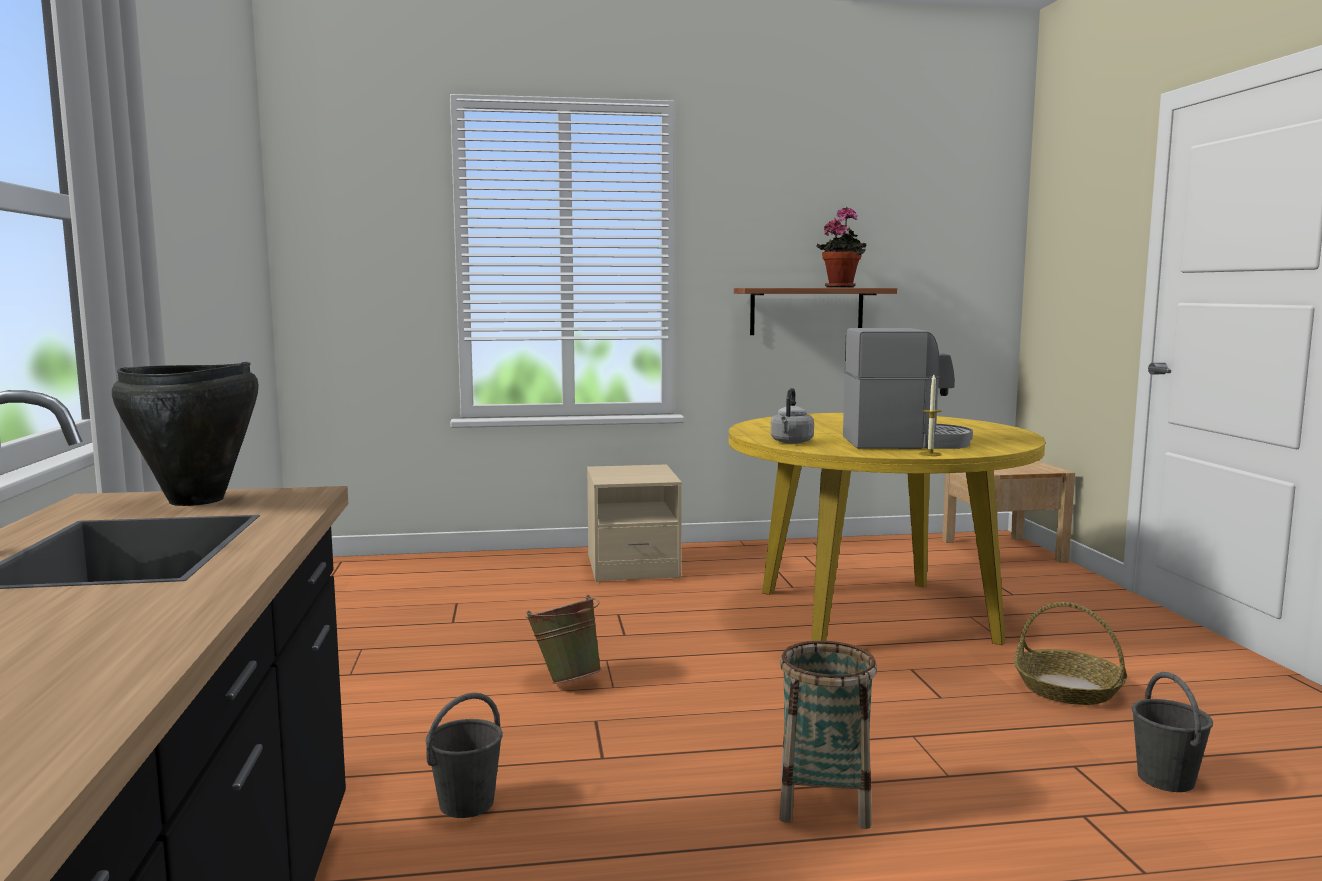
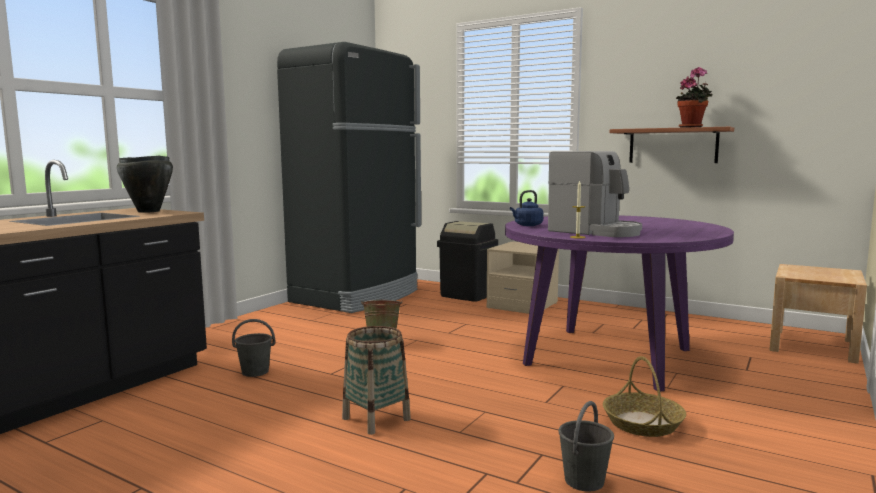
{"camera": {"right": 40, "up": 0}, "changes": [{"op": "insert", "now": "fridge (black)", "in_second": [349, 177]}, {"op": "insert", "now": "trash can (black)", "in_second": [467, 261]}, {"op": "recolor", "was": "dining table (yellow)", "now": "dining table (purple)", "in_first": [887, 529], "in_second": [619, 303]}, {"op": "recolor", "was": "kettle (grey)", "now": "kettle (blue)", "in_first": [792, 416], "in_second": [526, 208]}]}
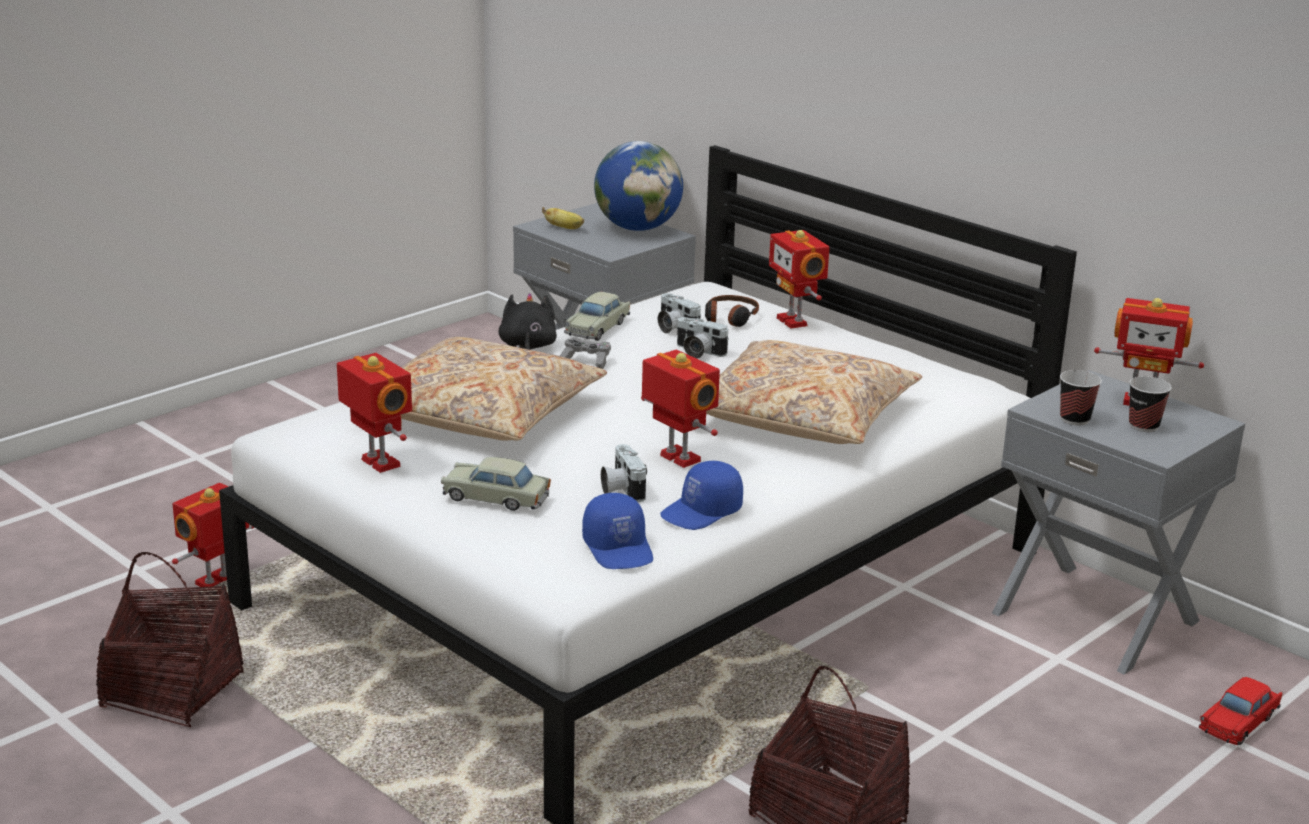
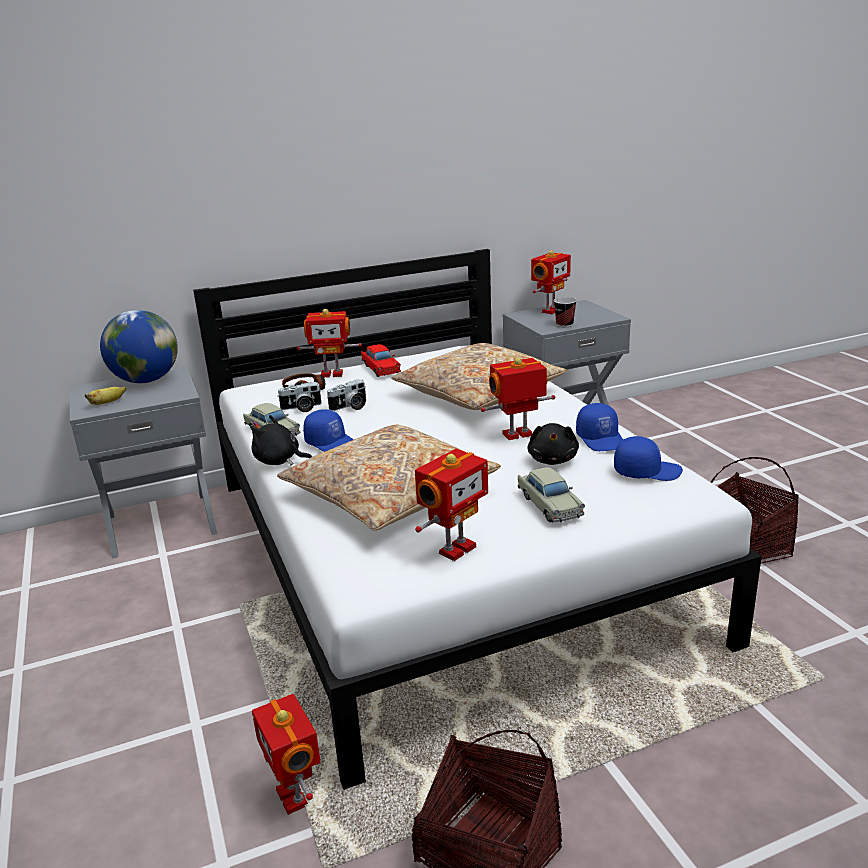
{"camera": {"right": -65, "up": 0}, "changes": [{"op": "replace", "was": "game controller (grey)", "now": "cap (blue)", "in_first": [585, 353], "in_second": [328, 430]}, {"op": "move", "was": "toy car (red)", "in_first": [1240, 711], "in_second": [381, 360]}, {"op": "rotate", "was": "toy robot", "in_first": [374, 413], "in_second": [451, 505], "clockwise": 150}, {"op": "rotate", "was": "toy car (beige)", "in_first": [496, 484], "in_second": [551, 495], "clockwise": -60}, {"op": "replace", "was": "photo camera", "now": "plush toy (black)", "in_first": [624, 473], "in_second": [553, 444]}, {"op": "delete", "was": "cup", "in_first": [1150, 404]}]}
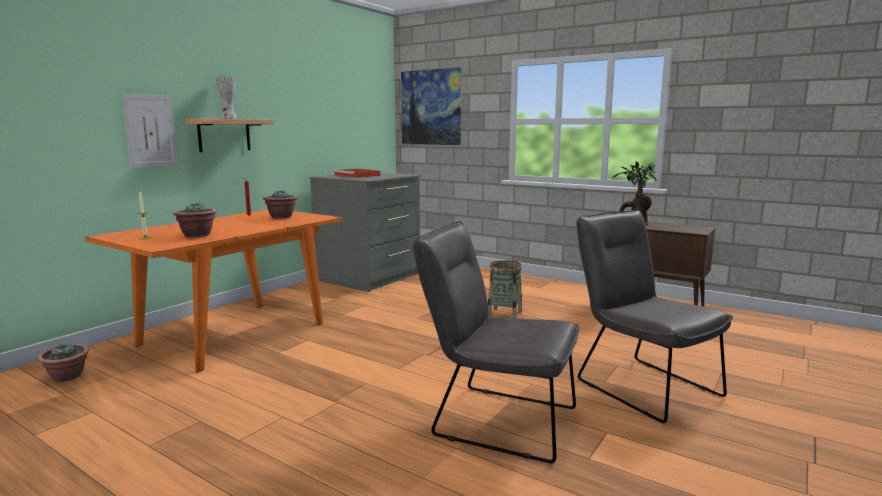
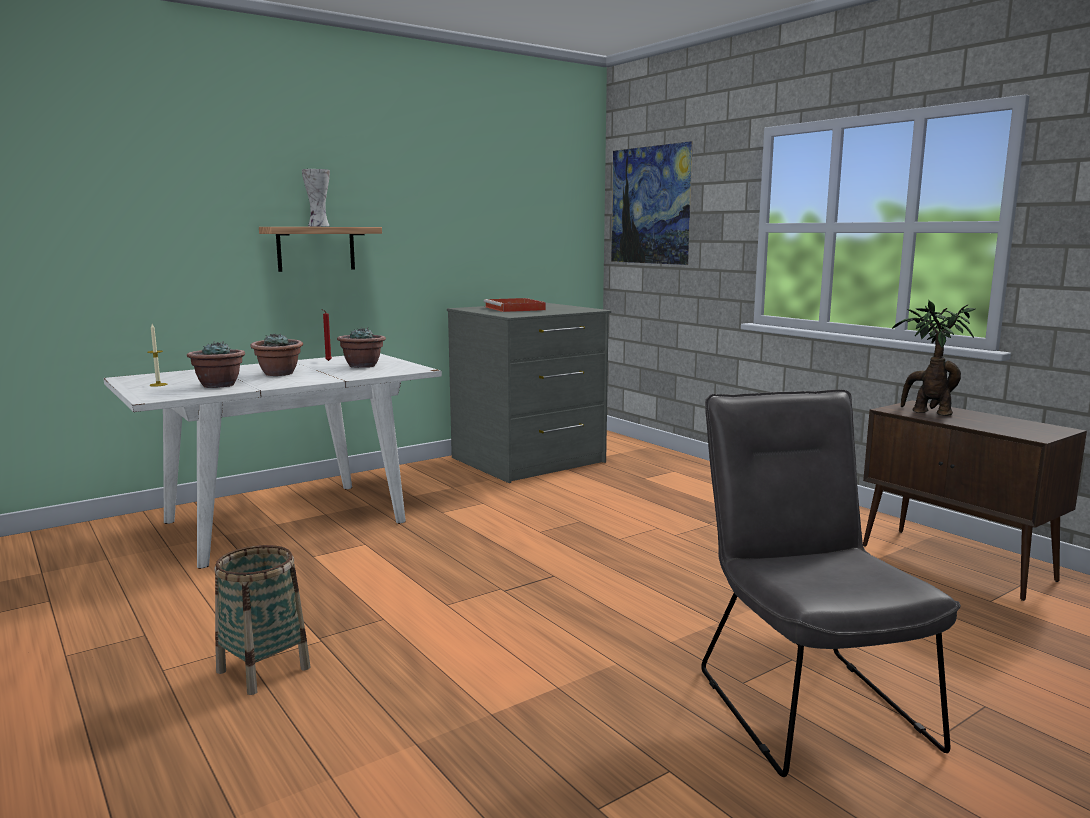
{"camera": {"right": 20, "up": 0}, "changes": [{"op": "recolor", "was": "dining table (orange)", "now": "dining table (white)", "in_first": [213, 291], "in_second": [272, 461]}, {"op": "move", "was": "basket", "in_first": [505, 289], "in_second": [263, 620]}, {"op": "move", "was": "potted plant", "in_first": [63, 362], "in_second": [276, 354]}, {"op": "delete", "was": "picture", "in_first": [150, 131]}, {"op": "delete", "was": "chair (grey)", "in_first": [496, 342]}]}
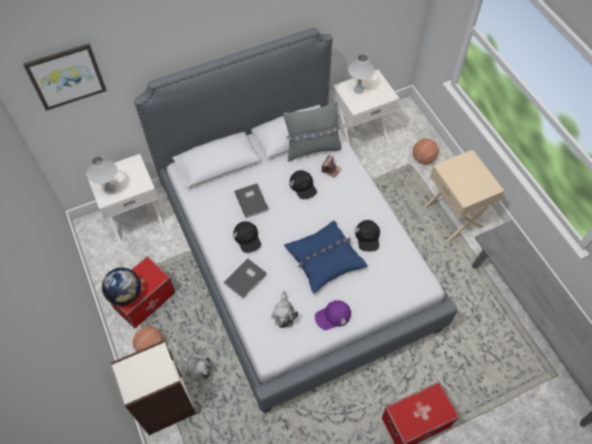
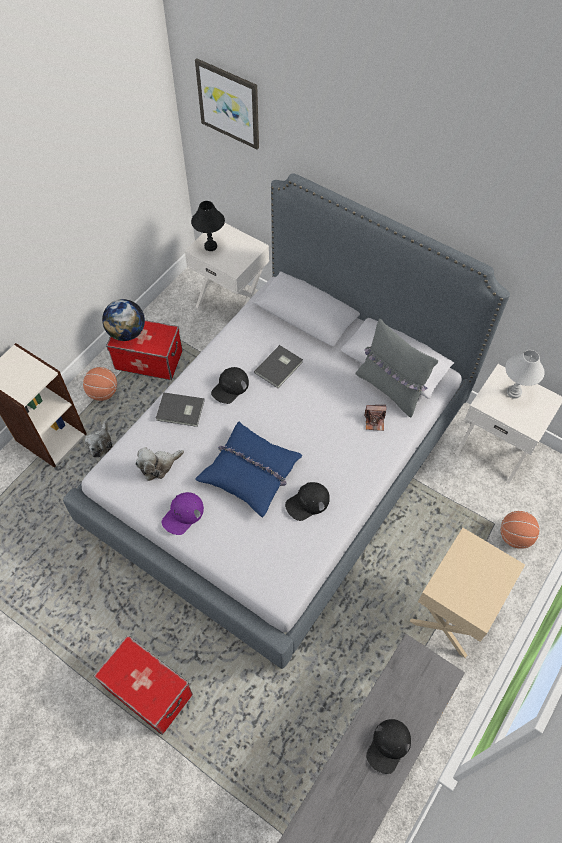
{"camera": {"right": 60, "up": 0}, "changes": [{"op": "rotate", "was": "cap (purple)", "in_first": [333, 315], "in_second": [183, 513], "clockwise": -90}, {"op": "recolor", "was": "table lamp (white)", "now": "table lamp (black)", "in_first": [102, 175], "in_second": [208, 226]}, {"op": "move", "was": "cap (black)", "in_first": [303, 184], "in_second": [388, 746]}]}
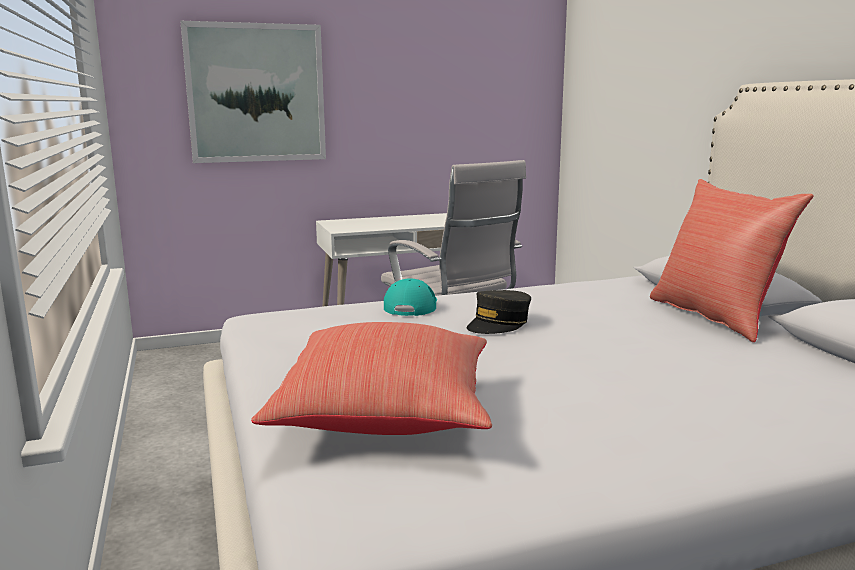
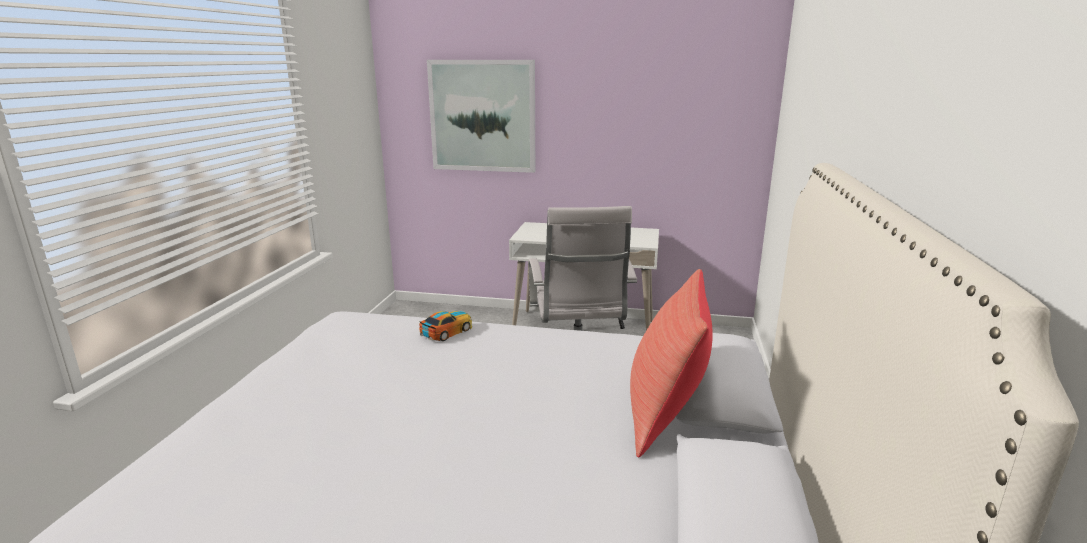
{"camera": {"right": 30, "up": 5}, "changes": [{"op": "replace", "was": "cap (turquoise)", "now": "toy car", "in_first": [410, 297], "in_second": [445, 326]}, {"op": "delete", "was": "pillow (red)", "in_first": [371, 378]}, {"op": "delete", "was": "cap (grey)", "in_first": [499, 312]}]}
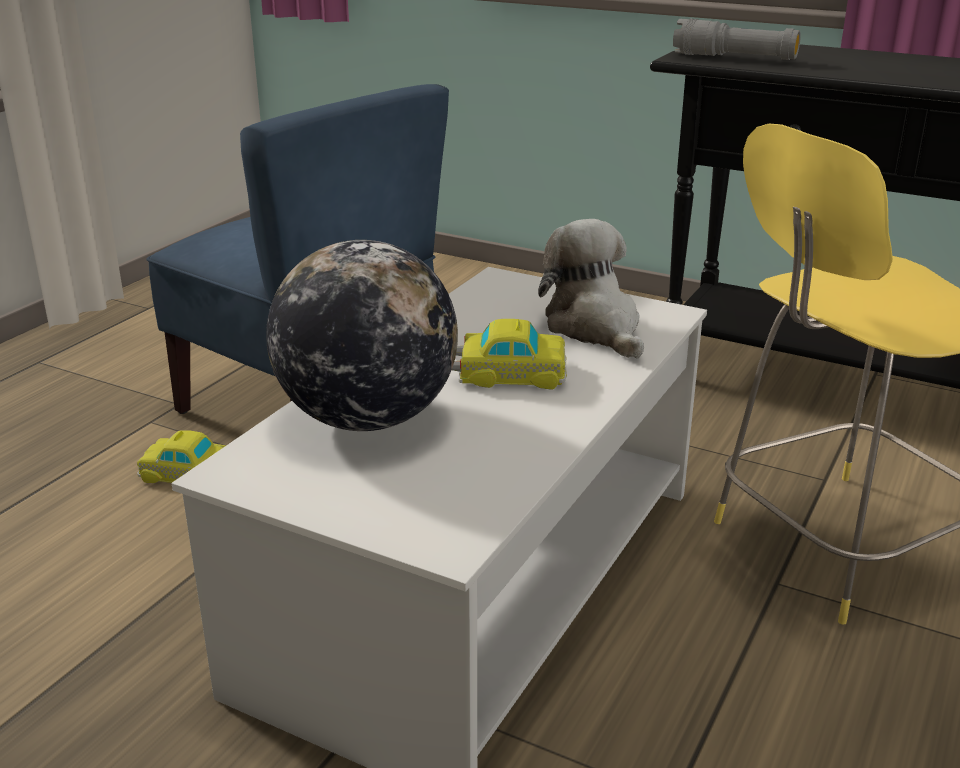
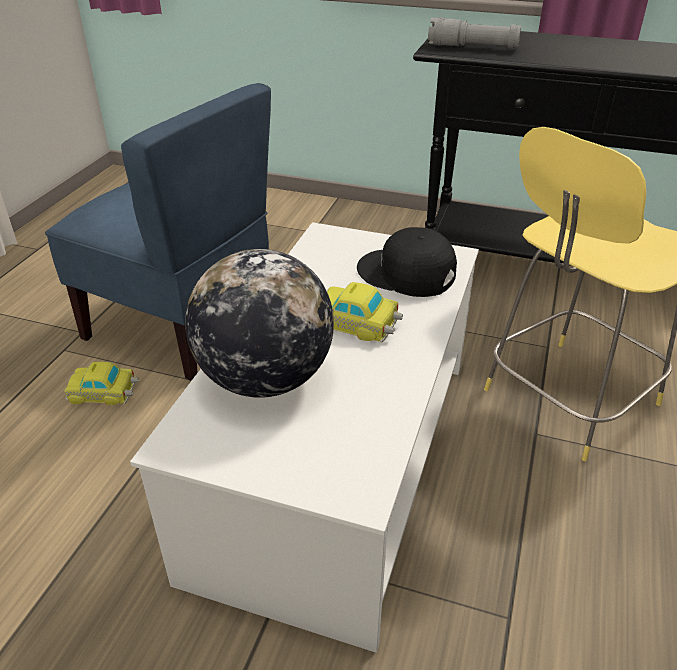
{"camera": {"right": -10, "up": 10}, "changes": [{"op": "rotate", "was": "toy car", "in_first": [509, 354], "in_second": [365, 312], "clockwise": -150}, {"op": "replace", "was": "plush toy", "now": "cap (black)", "in_first": [591, 289], "in_second": [407, 262]}]}
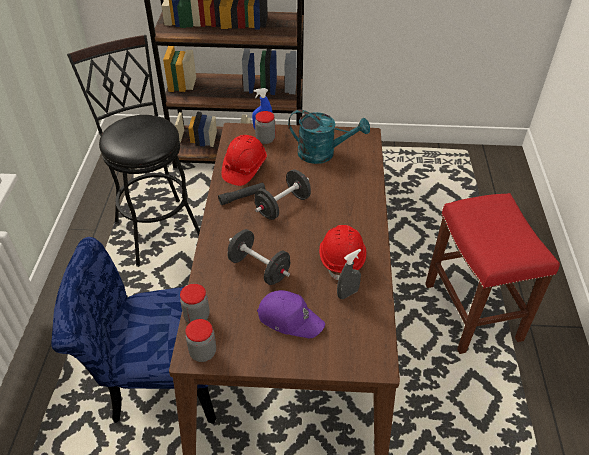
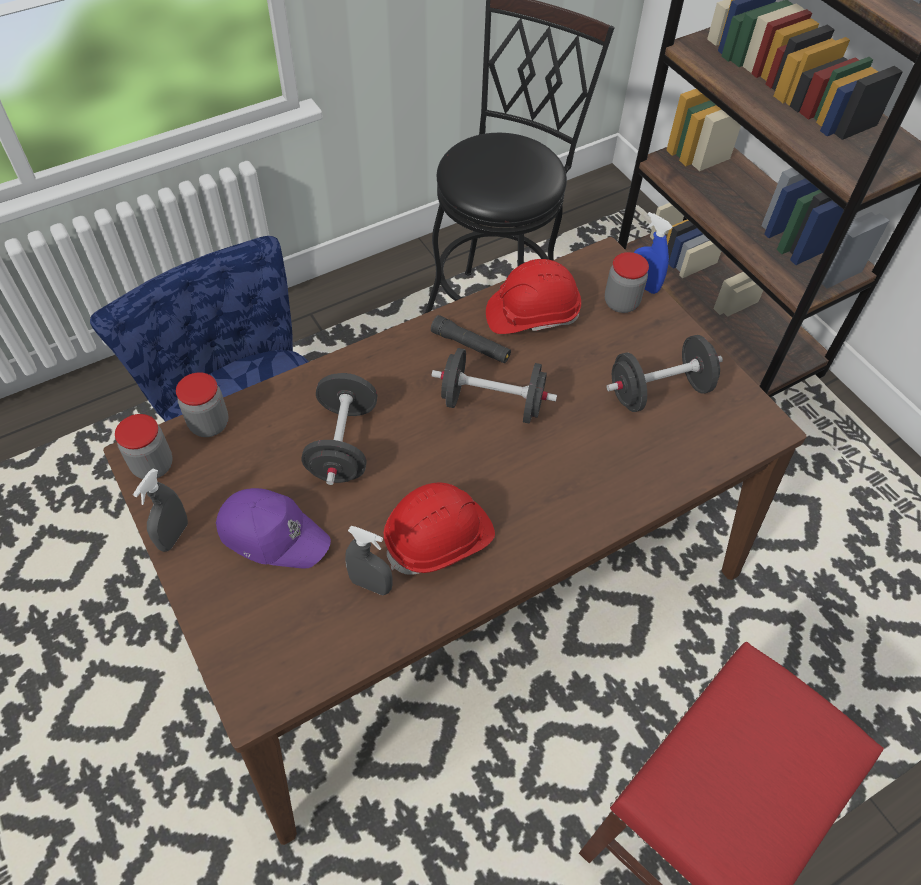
{"camera": {"right": 55, "up": 10}, "changes": [{"op": "insert", "now": "spray bottle (grey)", "in_second": [160, 510]}, {"op": "rotate", "was": "cap (purple)", "in_first": [291, 314], "in_second": [273, 528], "clockwise": -60}, {"op": "replace", "was": "watering can (turquoise)", "now": "dumbbell (black)", "in_first": [329, 136], "in_second": [664, 373]}]}
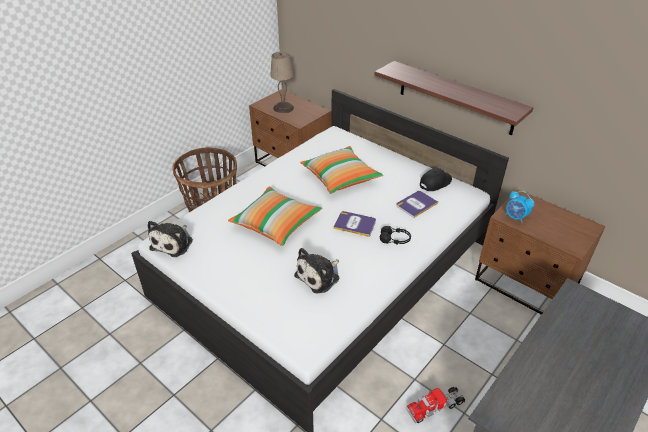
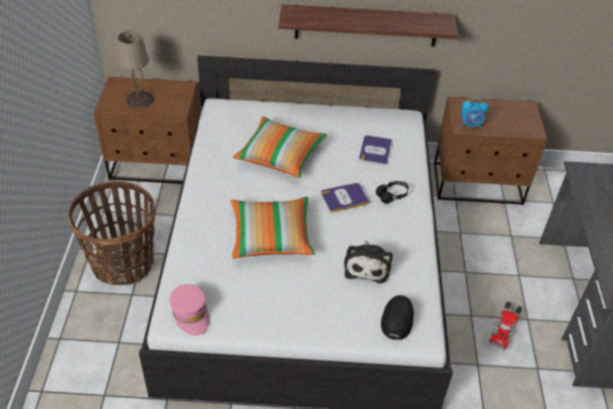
{"camera": {"right": -40, "up": 5}, "changes": [{"op": "replace", "was": "plush toy", "now": "cap (pink)", "in_first": [170, 239], "in_second": [189, 310]}, {"op": "move", "was": "cap (black)", "in_first": [436, 179], "in_second": [397, 317]}]}
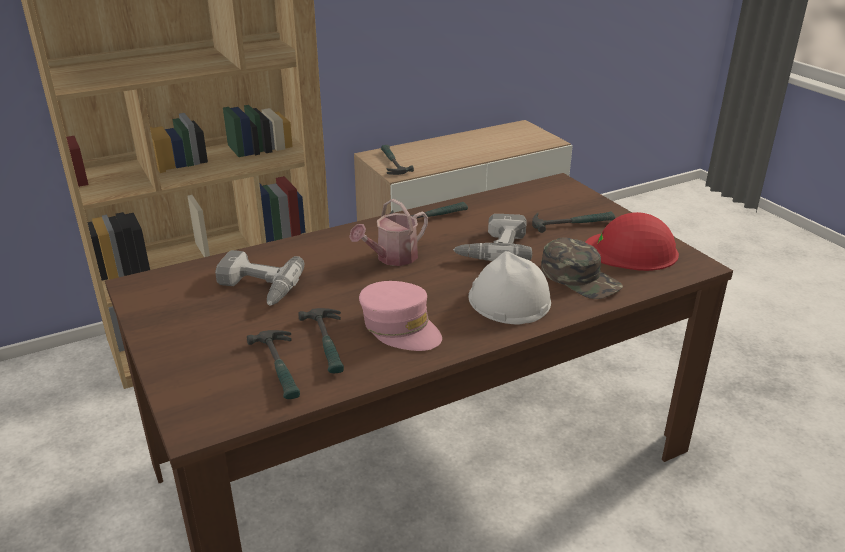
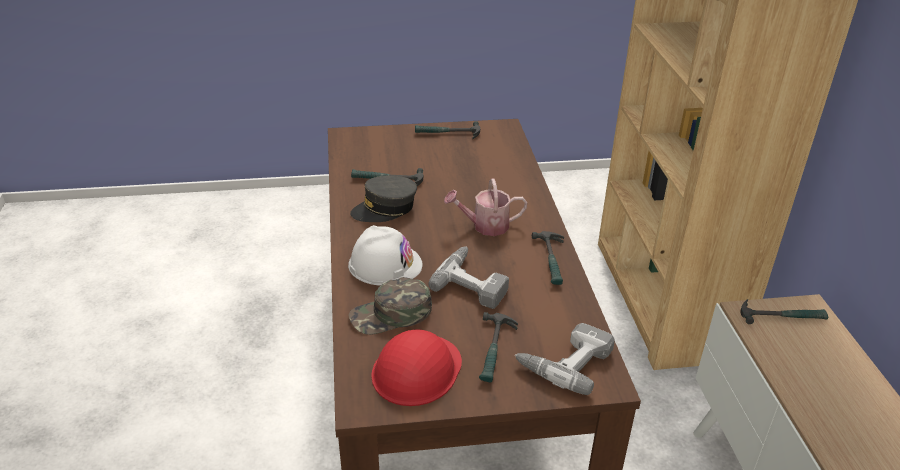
{"camera": {"right": 110, "up": 5}, "changes": [{"op": "recolor", "was": "cap (pink)", "now": "cap (grey)", "in_first": [400, 316], "in_second": [383, 199]}, {"op": "move", "was": "hammer", "in_first": [273, 364], "in_second": [447, 130]}, {"op": "rotate", "was": "watering can", "in_first": [388, 232], "in_second": [485, 207], "clockwise": -75}, {"op": "move", "was": "power drill", "in_first": [259, 278], "in_second": [565, 359]}]}
